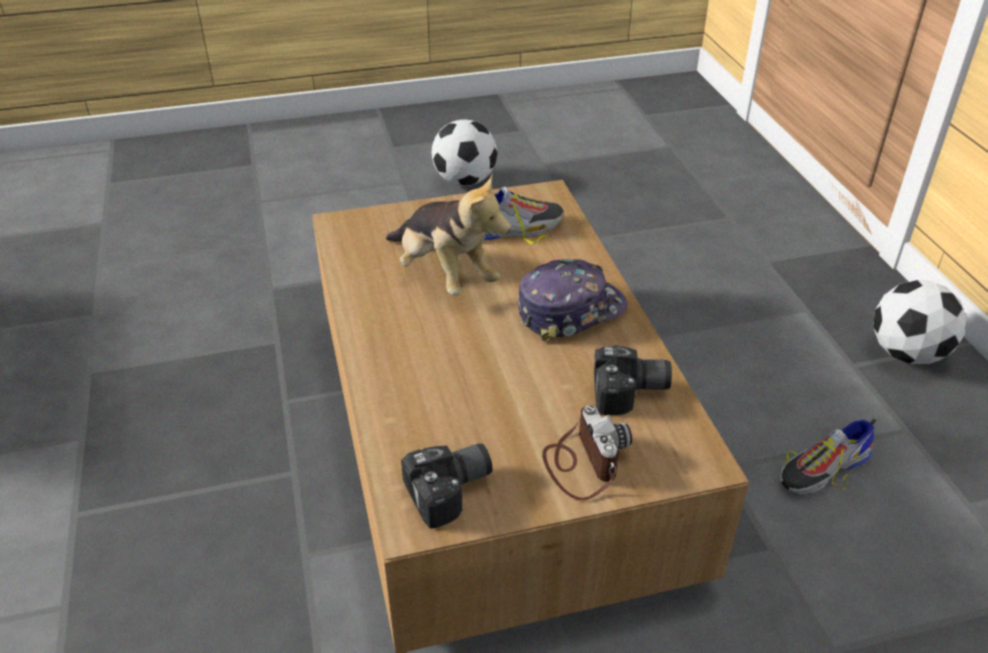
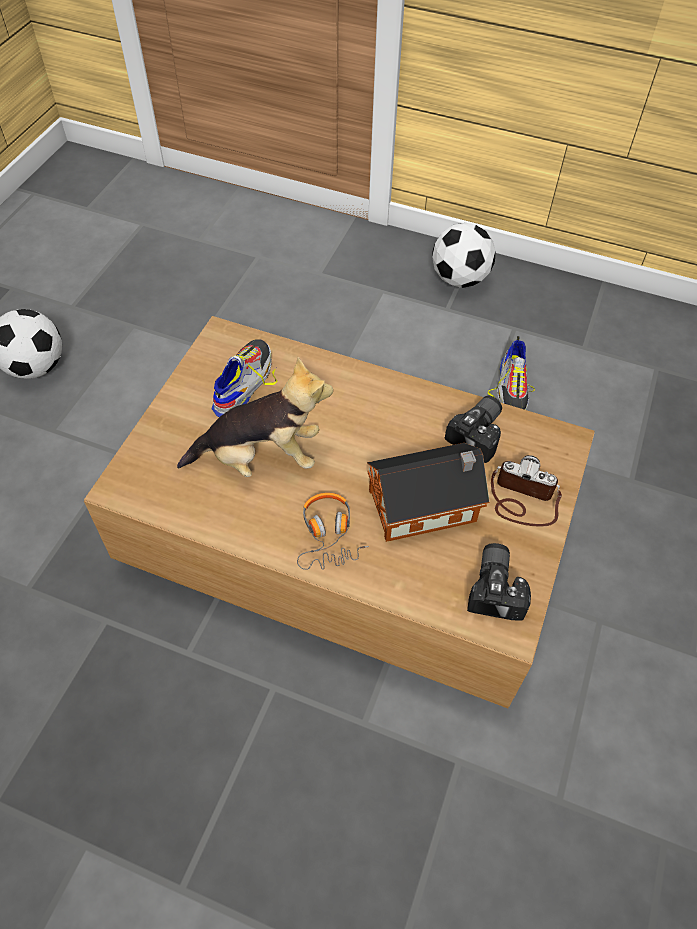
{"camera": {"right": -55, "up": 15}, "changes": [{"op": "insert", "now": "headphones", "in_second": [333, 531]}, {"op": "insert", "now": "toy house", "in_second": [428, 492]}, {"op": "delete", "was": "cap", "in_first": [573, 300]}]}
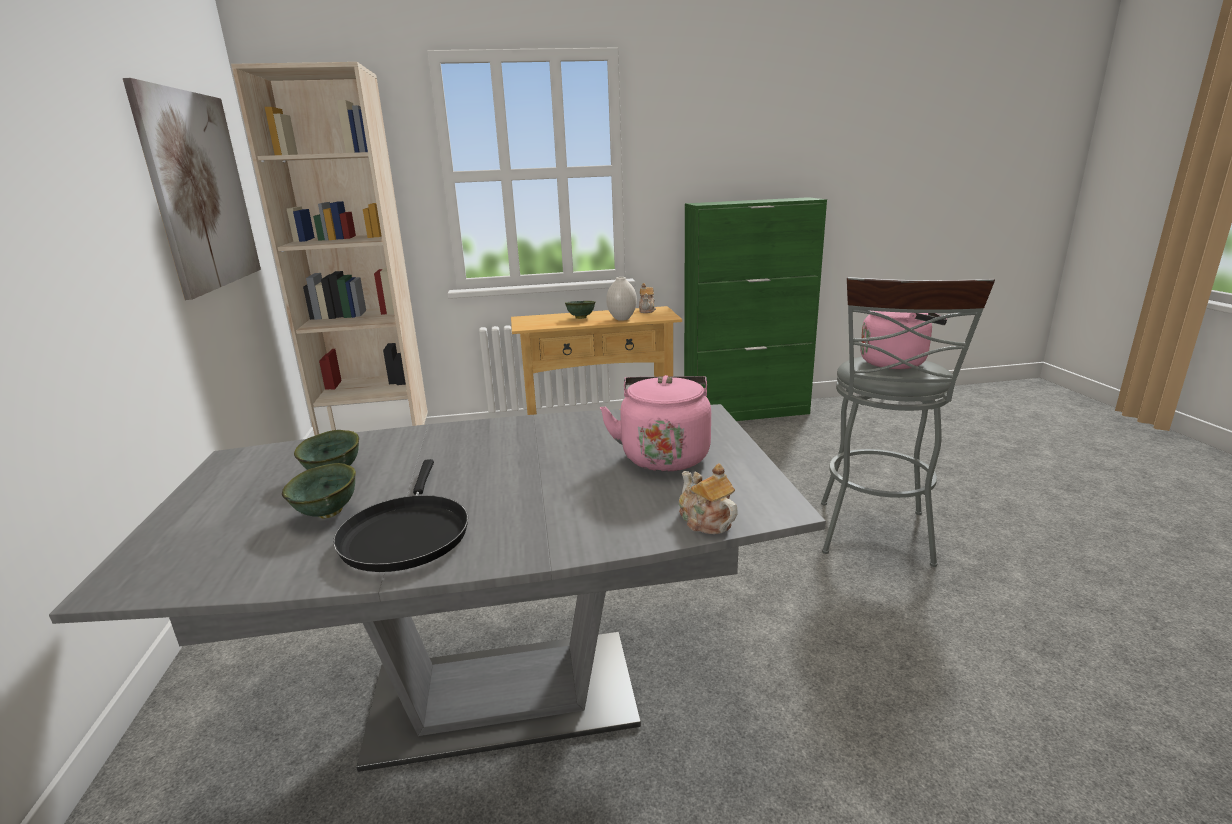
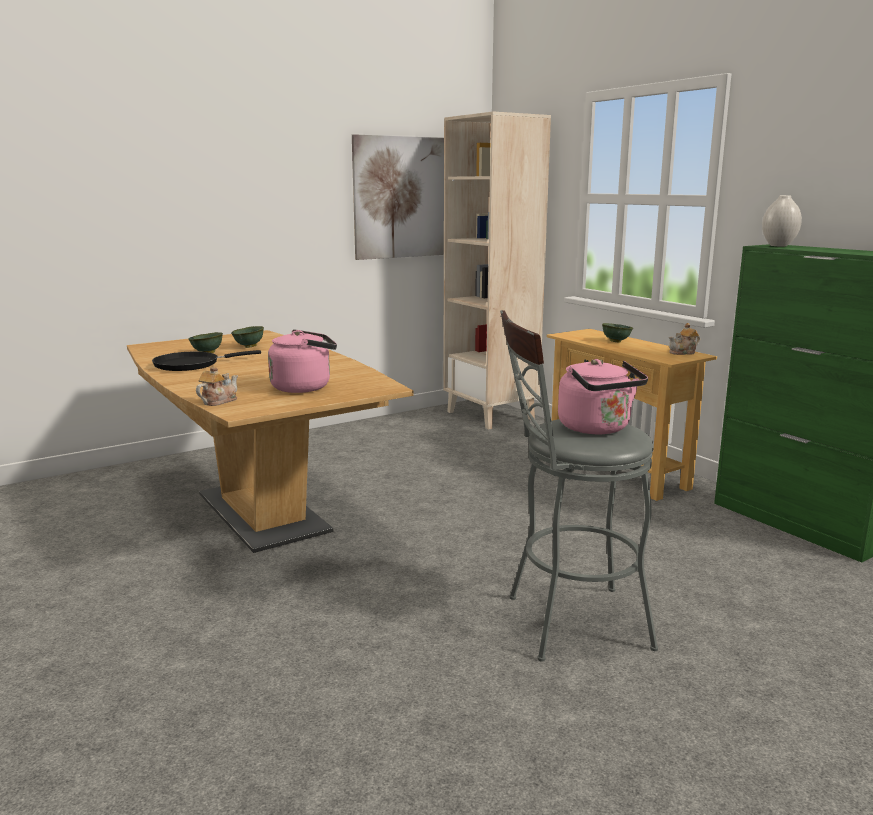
{"camera": {"right": 65, "up": -5}, "changes": [{"op": "recolor", "was": "dining table (grey)", "now": "dining table (brown)", "in_first": [437, 588], "in_second": [270, 441]}, {"op": "move", "was": "vase (white)", "in_first": [621, 299], "in_second": [782, 220]}]}
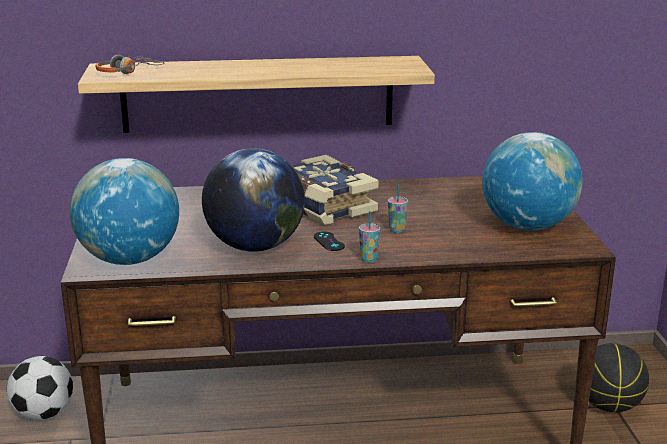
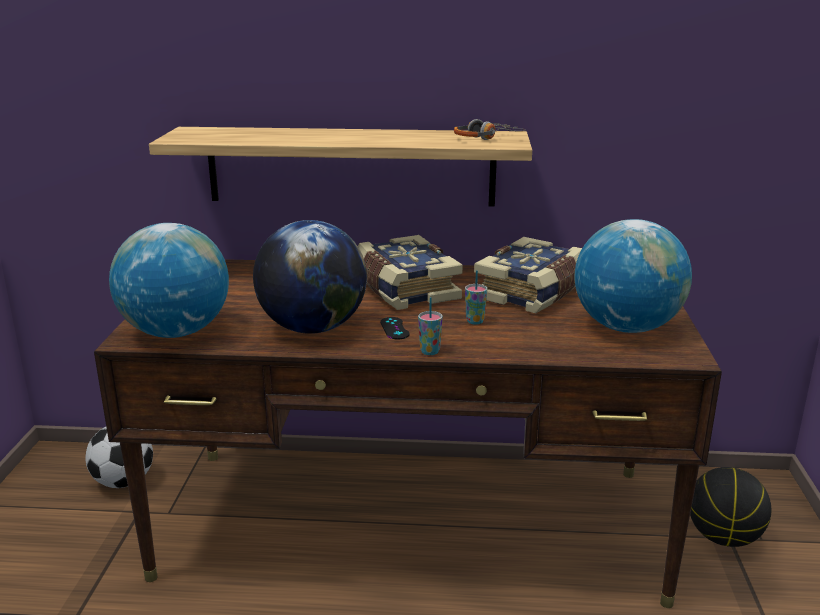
{"camera": {"right": 10, "up": 0}, "changes": [{"op": "move", "was": "headphones", "in_first": [129, 64], "in_second": [490, 129]}, {"op": "insert", "now": "book", "in_second": [528, 275]}]}
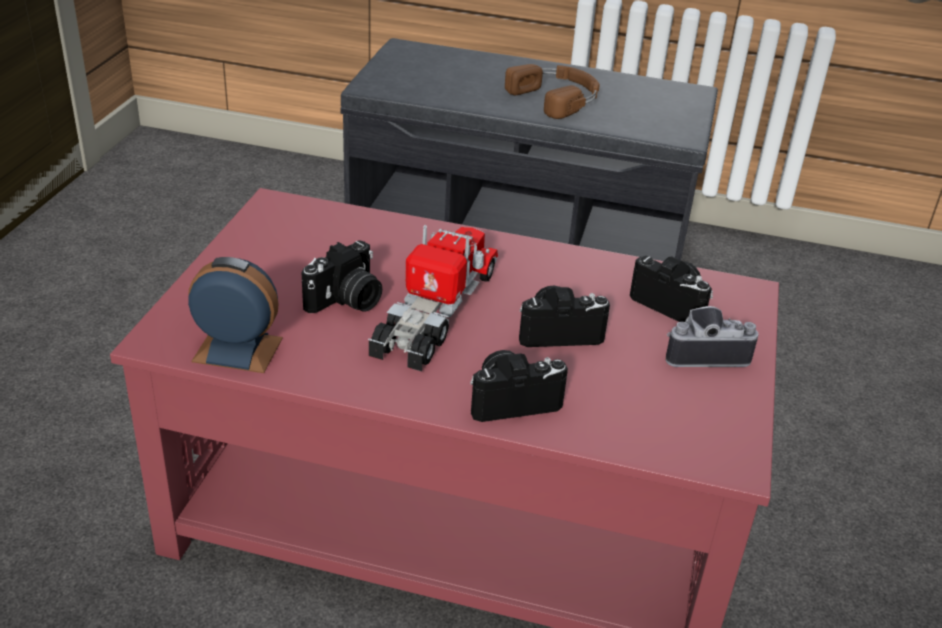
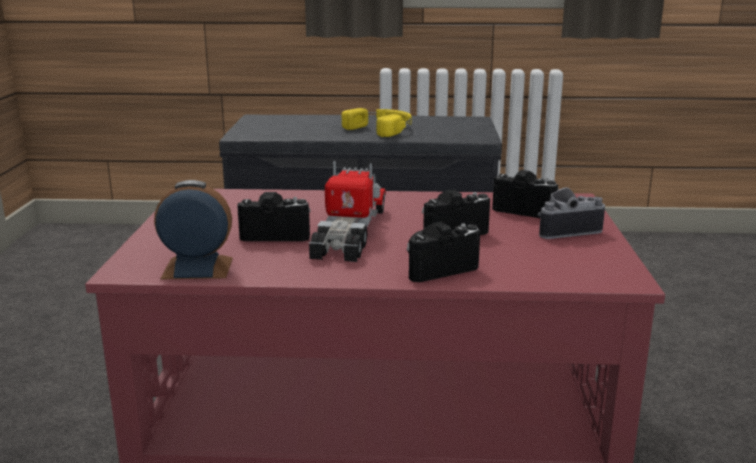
{"camera": {"right": -10, "up": -15}, "changes": [{"op": "rotate", "was": "photo camera", "in_first": [342, 277], "in_second": [273, 216], "clockwise": -120}, {"op": "recolor", "was": "headphones (brown)", "now": "headphones (yellow)", "in_first": [552, 91], "in_second": [376, 122]}]}
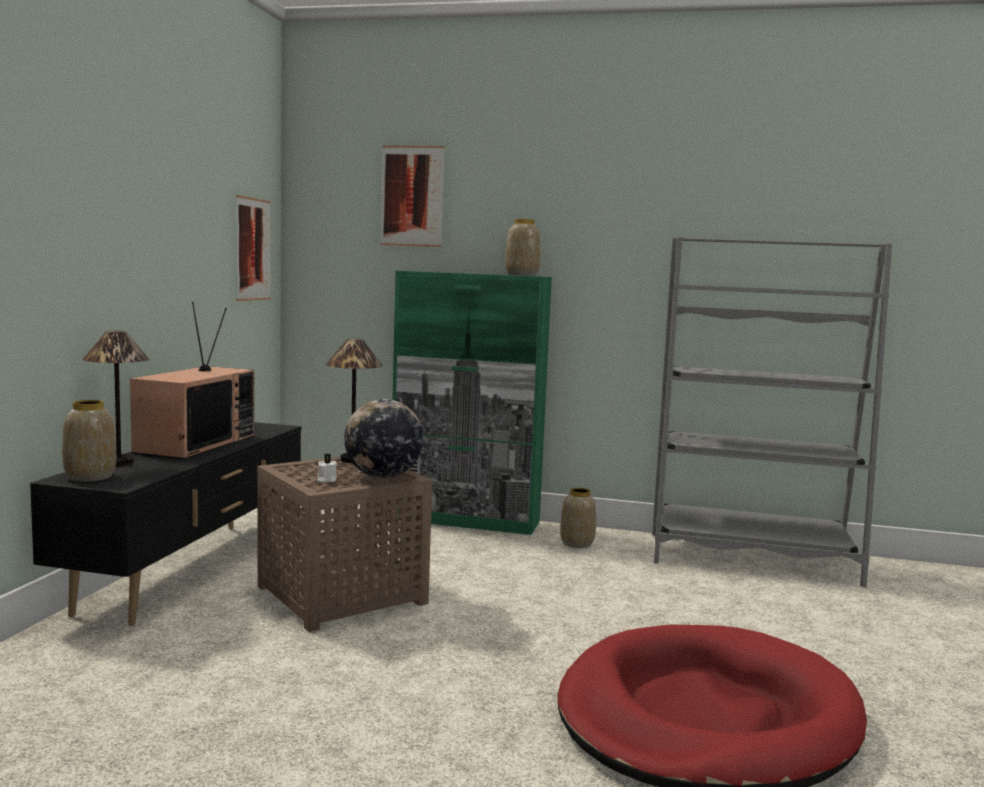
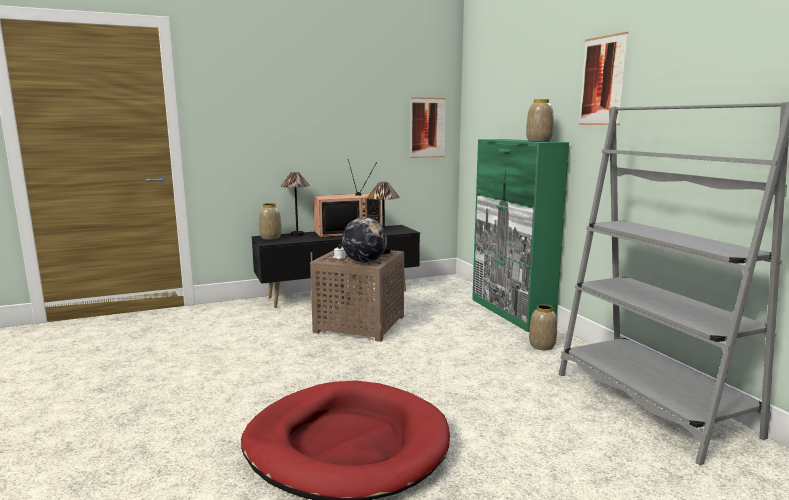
{"camera": {"right": 55, "up": 5}, "changes": [{"op": "move", "was": "picture", "in_first": [413, 196], "in_second": [603, 78]}]}
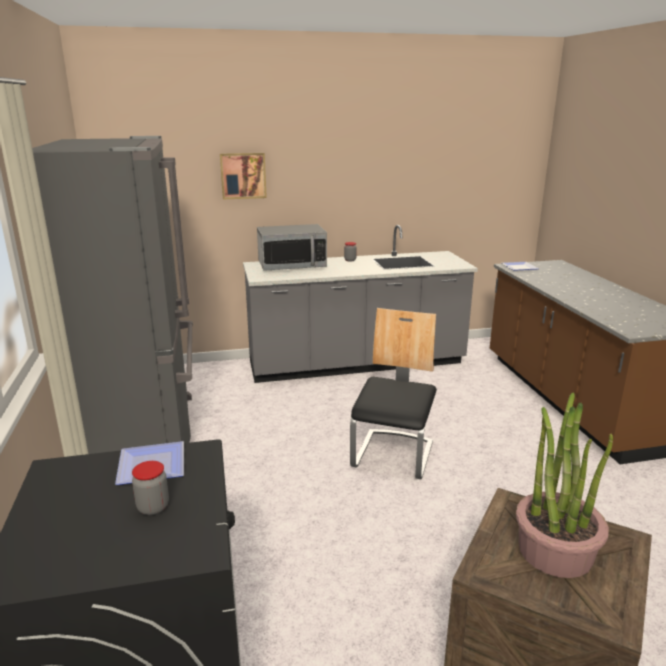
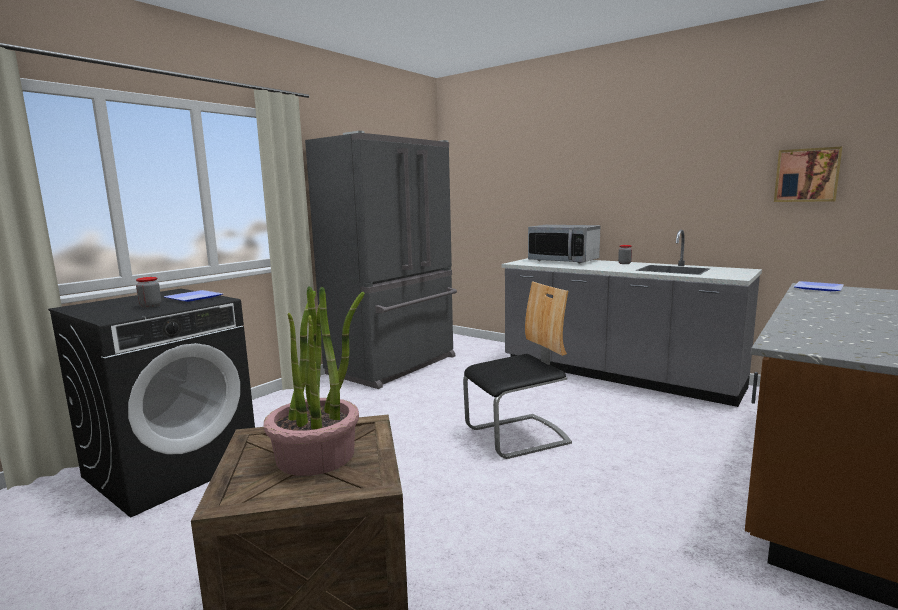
{"camera": {"right": 50, "up": -10}, "changes": [{"op": "move", "was": "picture", "in_first": [243, 176], "in_second": [808, 174]}]}
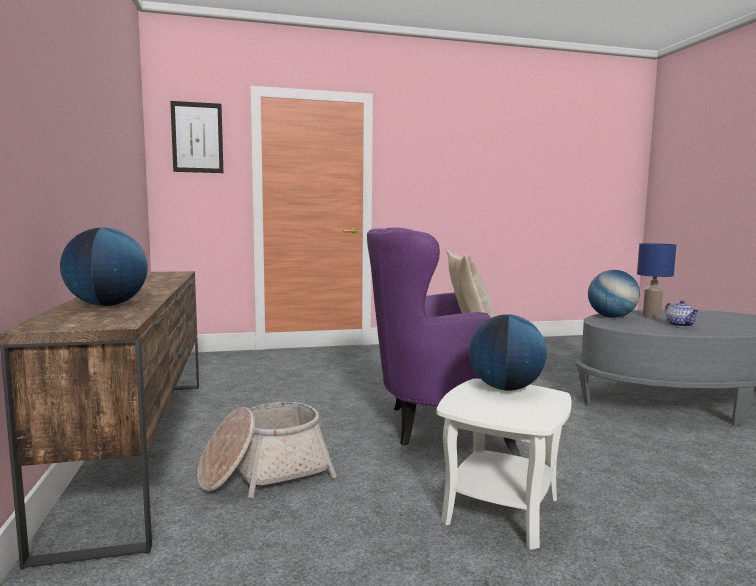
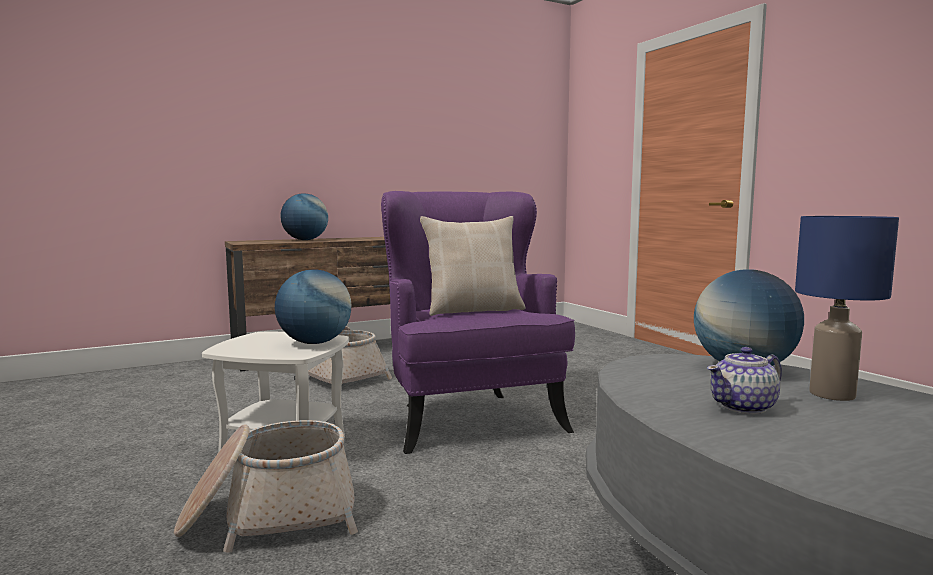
{"camera": {"right": 75, "up": 0}, "changes": [{"op": "insert", "now": "basket", "in_second": [266, 486]}, {"op": "delete", "was": "picture", "in_first": [196, 137]}]}
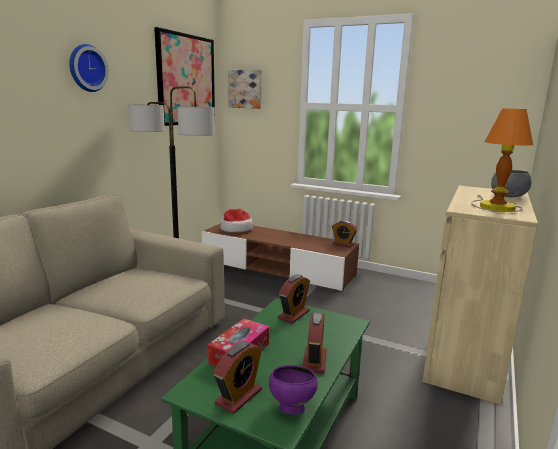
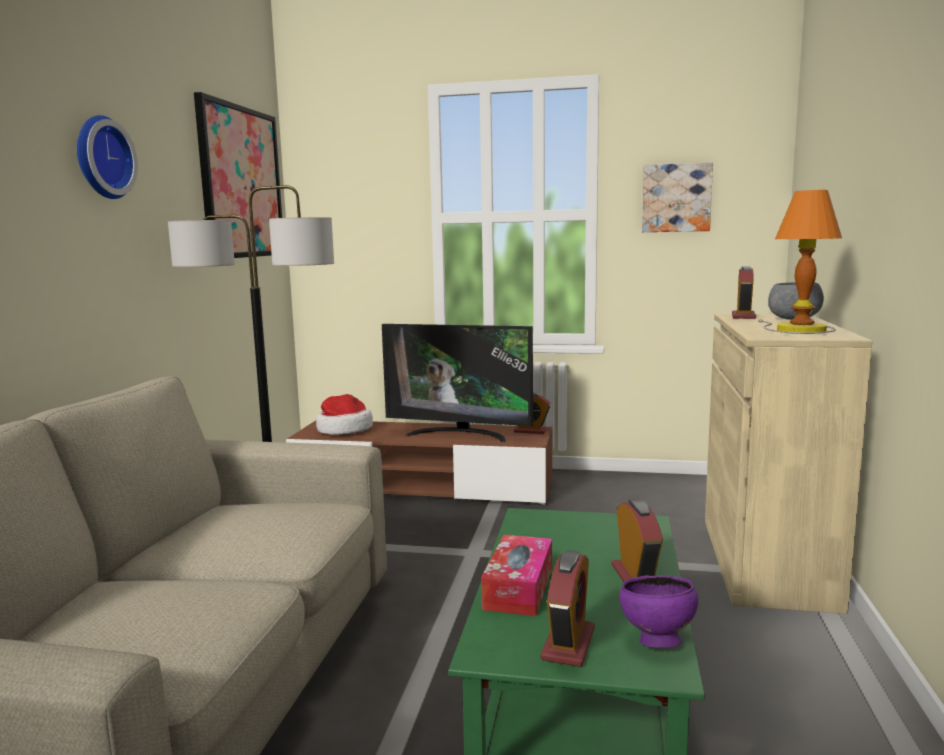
{"camera": {"right": -15, "up": -5}, "changes": [{"op": "insert", "now": "television", "in_second": [457, 383]}, {"op": "move", "was": "picture", "in_first": [245, 89], "in_second": [677, 197]}, {"op": "move", "was": "alarm clock", "in_first": [294, 299], "in_second": [744, 292]}]}
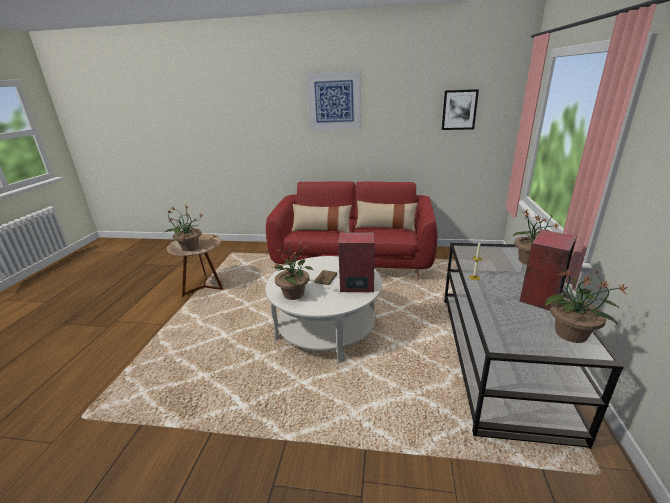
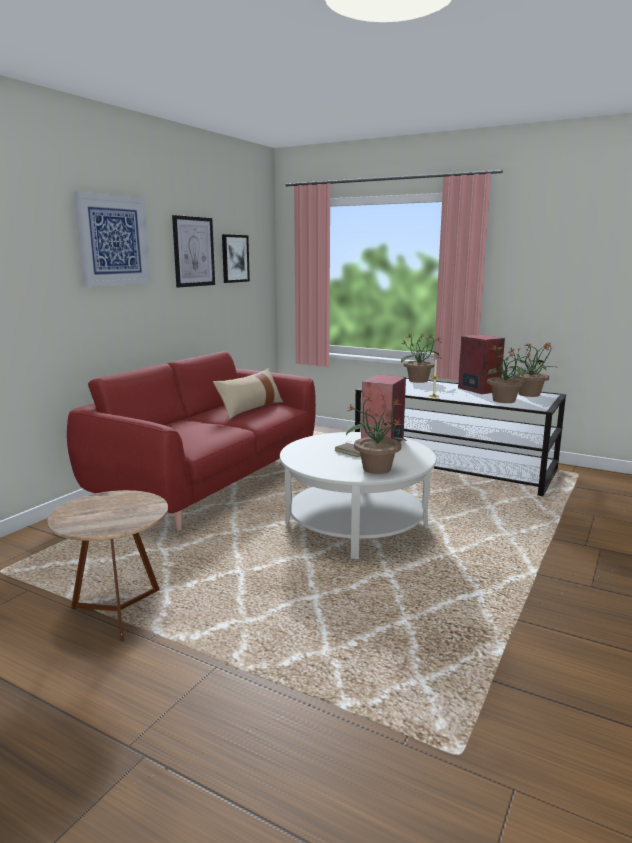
{"camera": {"right": -70, "up": -10}, "changes": [{"op": "insert", "now": "picture", "in_second": [193, 251]}, {"op": "move", "was": "potted plant", "in_first": [184, 228], "in_second": [508, 374]}, {"op": "delete", "was": "pillow (beige)", "in_first": [322, 218]}]}
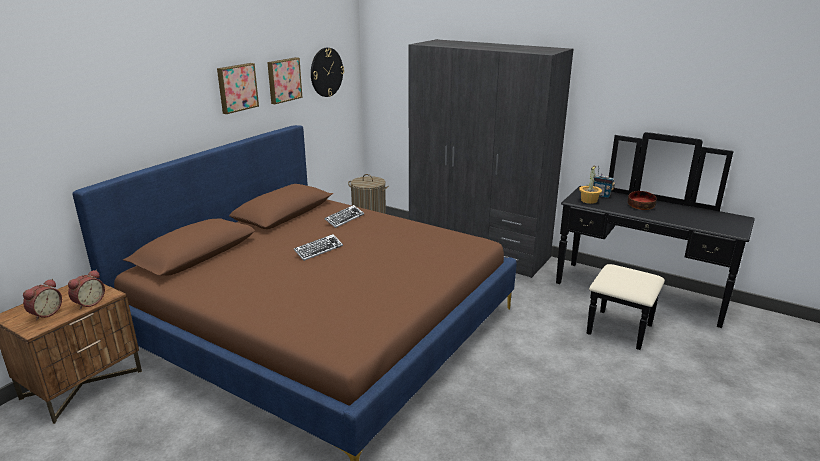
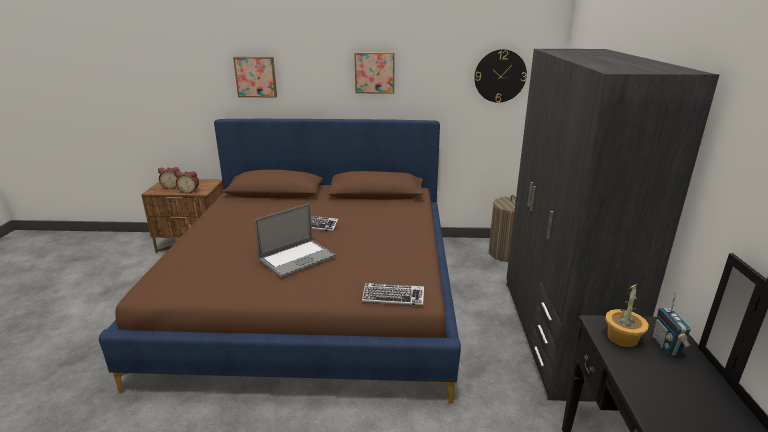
{"camera": {"right": 60, "up": 0}, "changes": [{"op": "move", "was": "picture", "in_first": [285, 80], "in_second": [255, 77]}, {"op": "insert", "now": "laptop", "in_second": [295, 240]}, {"op": "move", "was": "keyboard", "in_first": [344, 216], "in_second": [393, 294]}, {"op": "delete", "was": "bowl", "in_first": [642, 200]}]}
